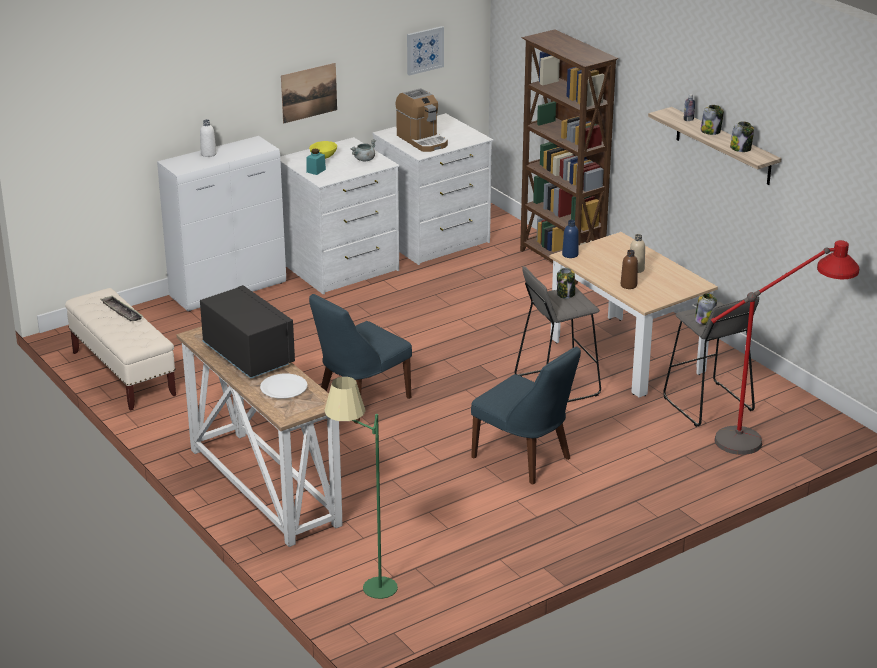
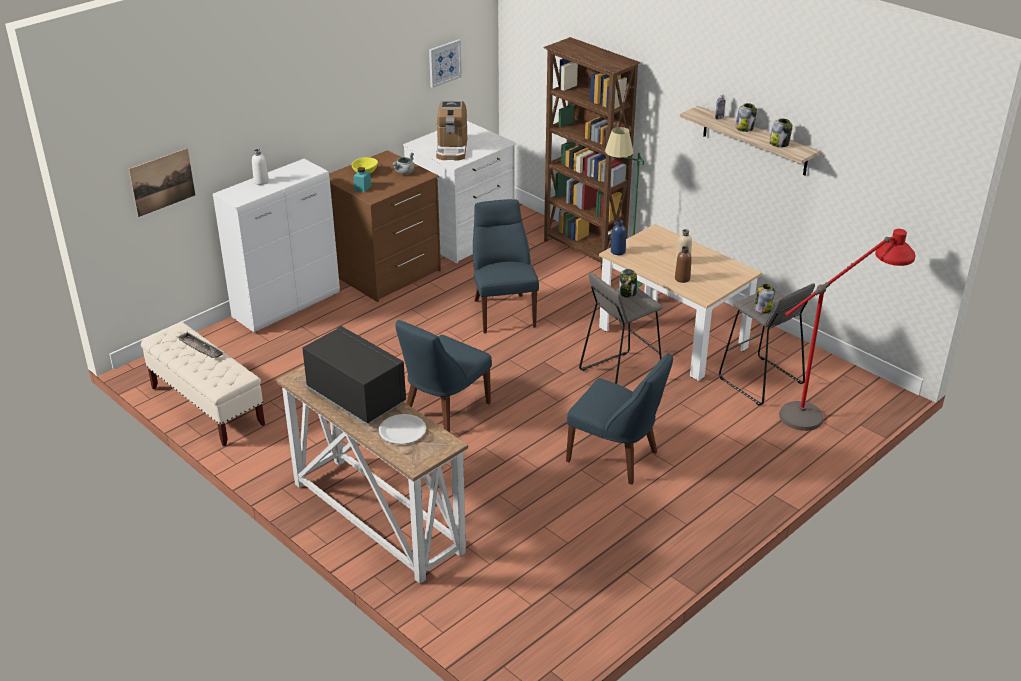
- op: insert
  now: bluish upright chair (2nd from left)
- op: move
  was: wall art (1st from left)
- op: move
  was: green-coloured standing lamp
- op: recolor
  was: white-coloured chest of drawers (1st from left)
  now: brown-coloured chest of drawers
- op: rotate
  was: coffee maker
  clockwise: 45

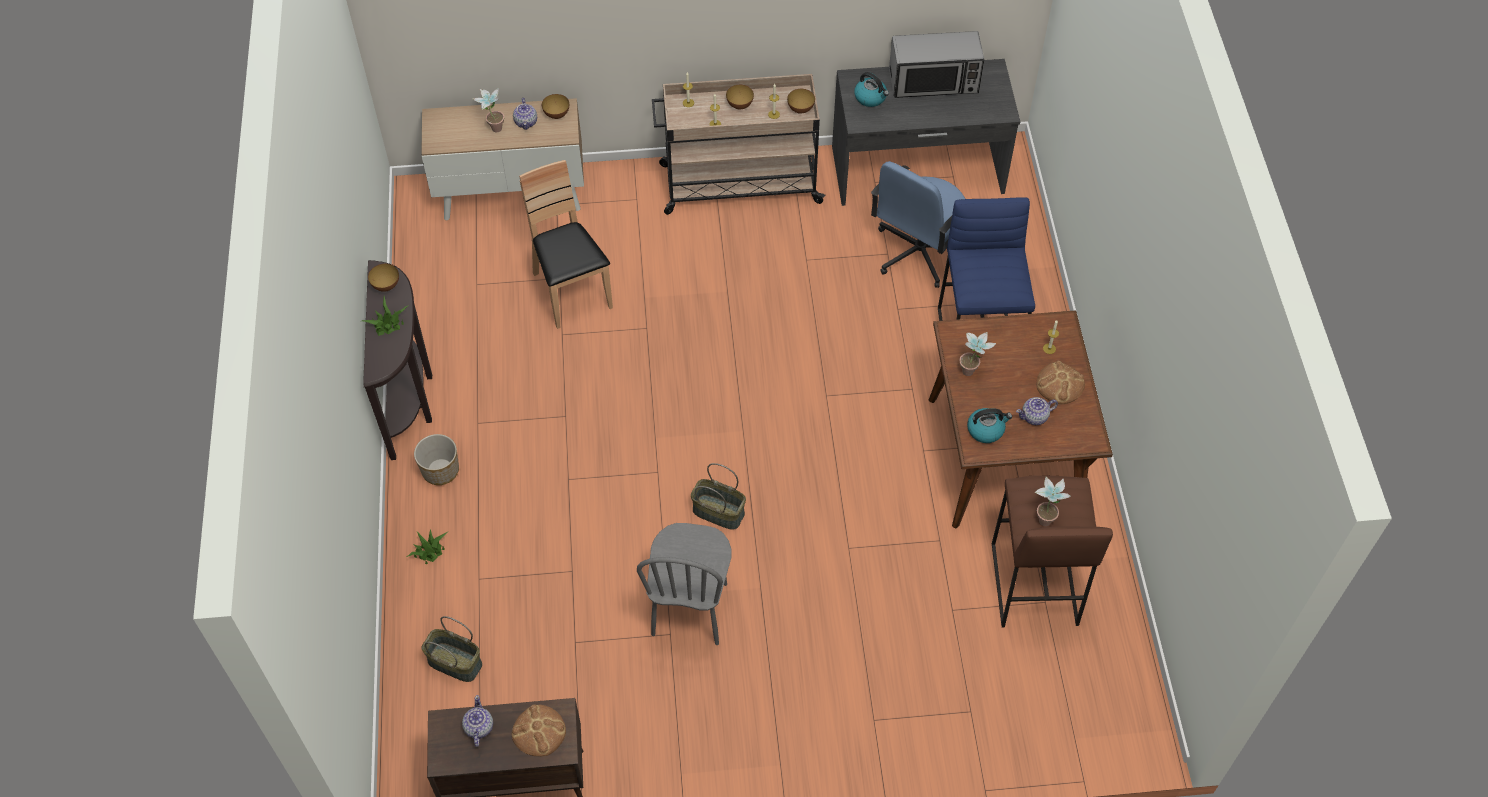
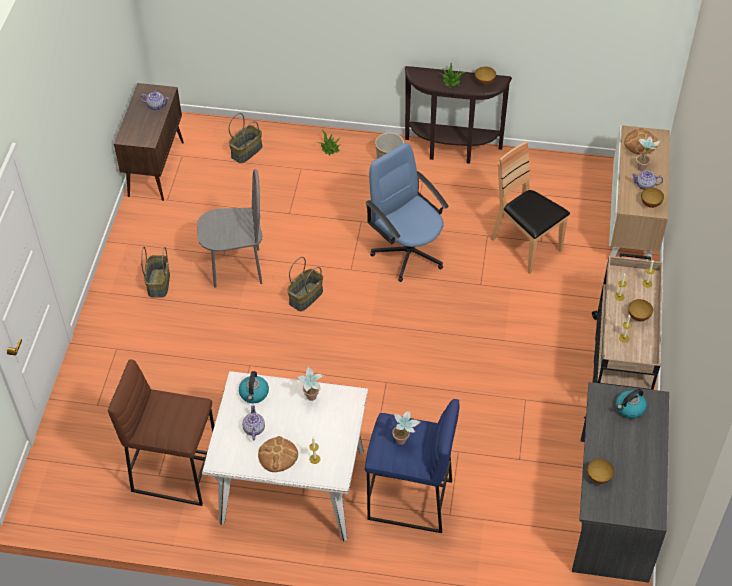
- op: delete
  was: microwave oven
- op: insert
  now: basket (1st from left)
- op: move
  was: bread (1st from left in the first image)
  now: bread (2nd from left)
- op: move
  was: bowl (4th from left in the first image)
  now: bowl (2nd from left)
- op: move
  was: bluish desk chair
- op: move
  was: plant in a pot (5th from left in the first image)
  now: plant in a pot (3rd from left)
- op: recolor
  was: brown-coloured kitchen table
  now: white-coloured kitchen table
- op: rotate
  was: brown-coloured upright chair
  clockwise: -120
- op: rotate
  was: greyish upright chair
  clockwise: 150

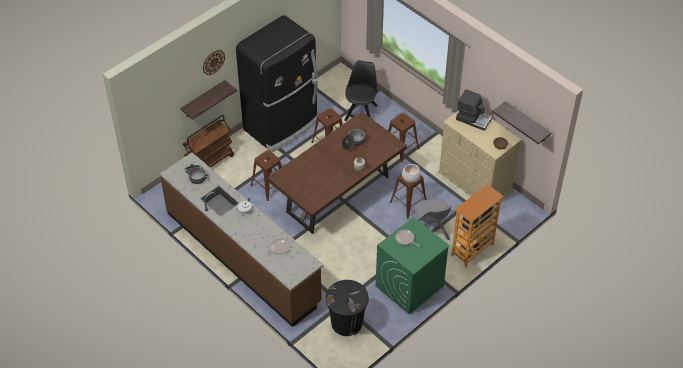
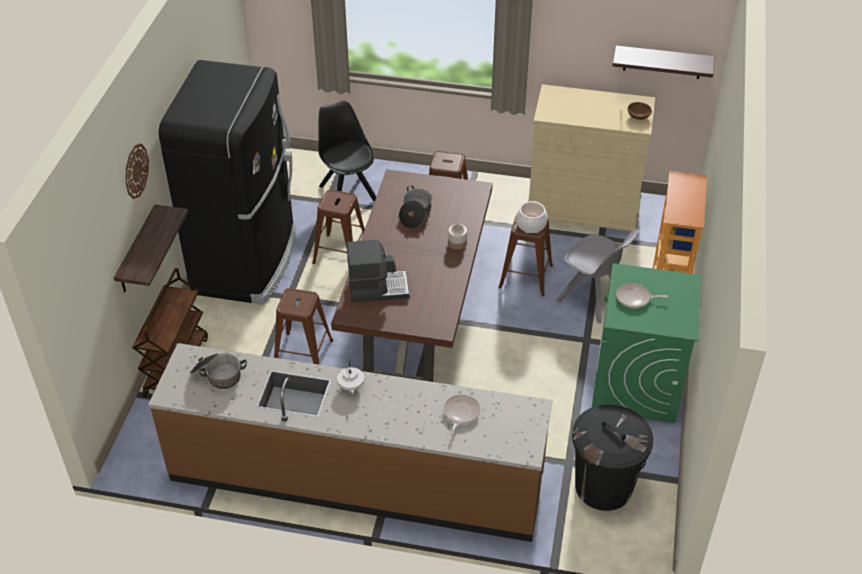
- op: move
  was: coffee maker

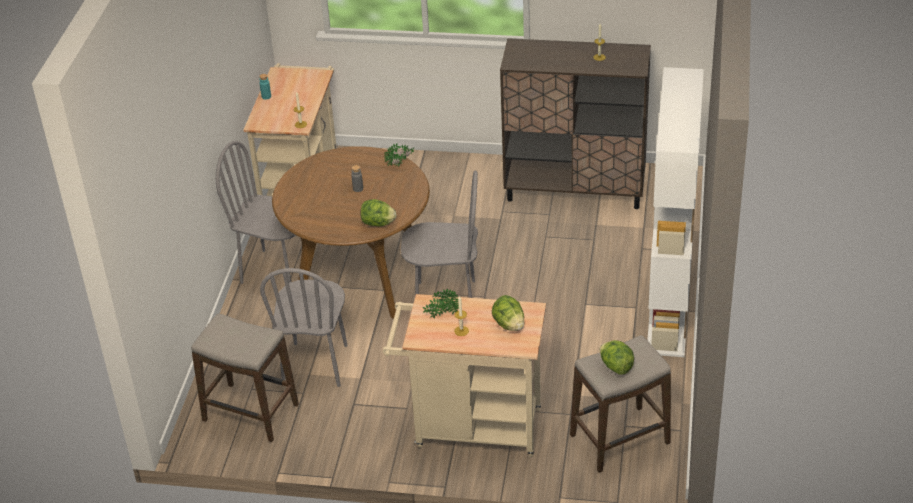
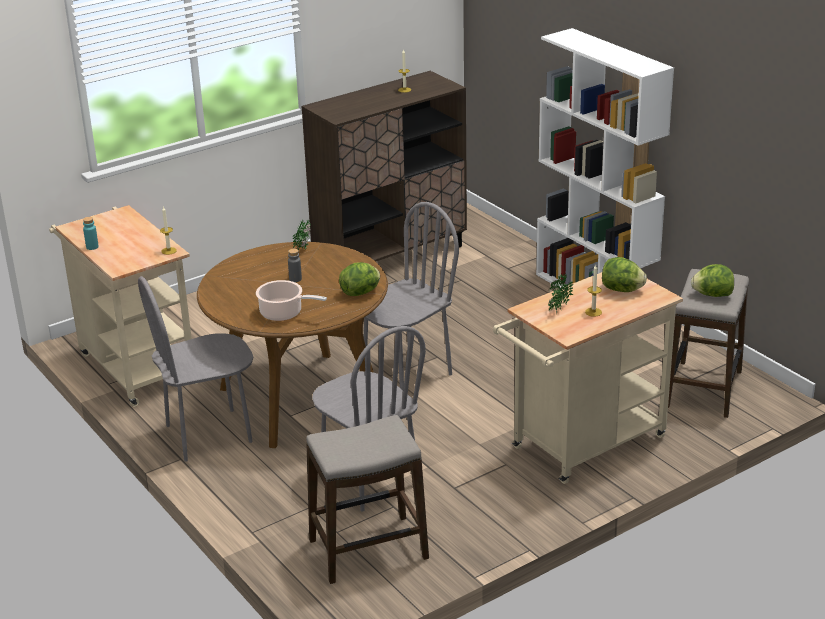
- op: insert
  now: stockpot

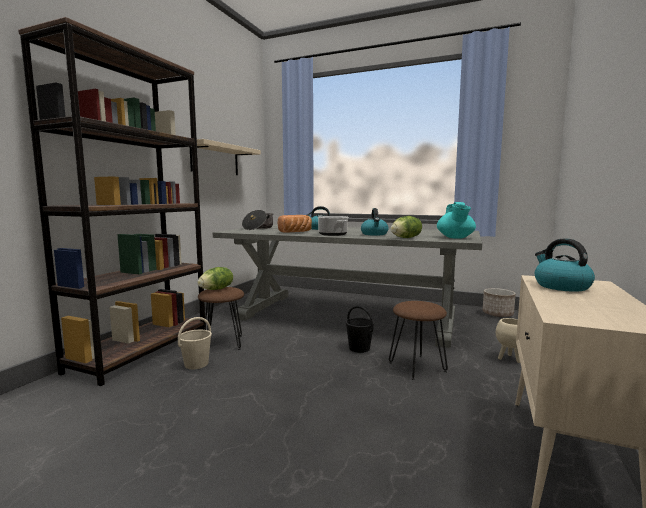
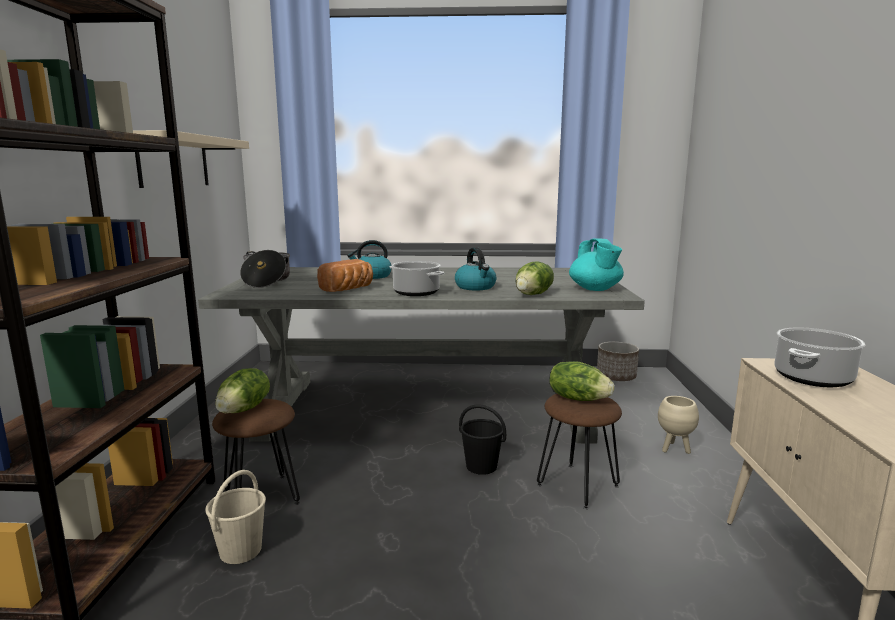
- op: insert
  now: lettuce (3rd from left)
- op: replace
  was: kettle (3rd from left)
  now: stockpot (3rd from left)

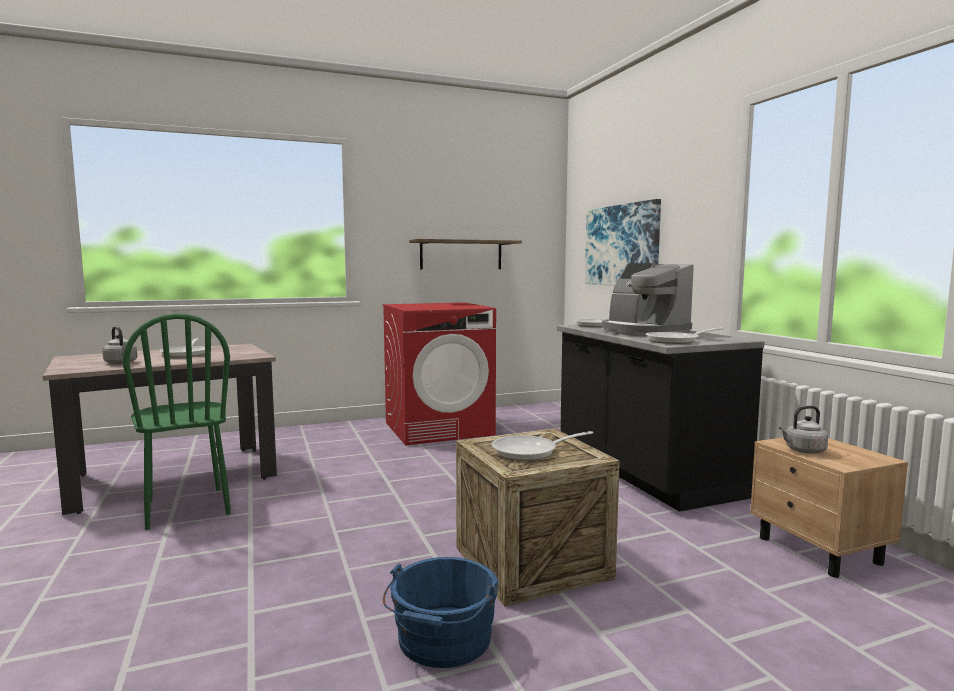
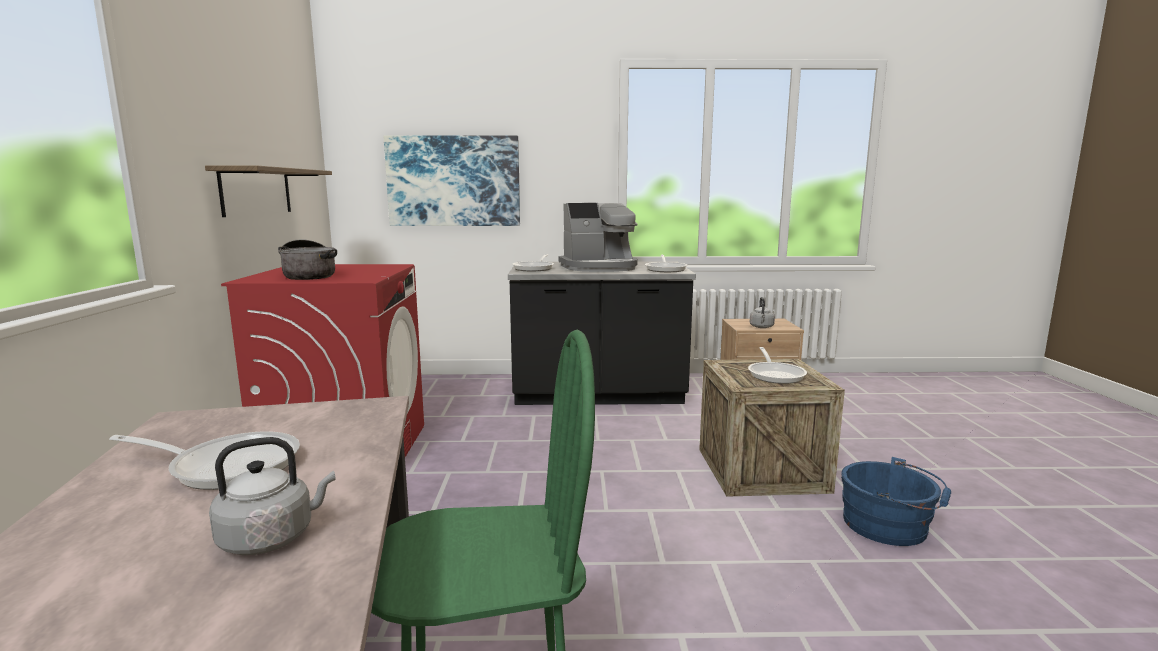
- op: insert
  now: stockpot

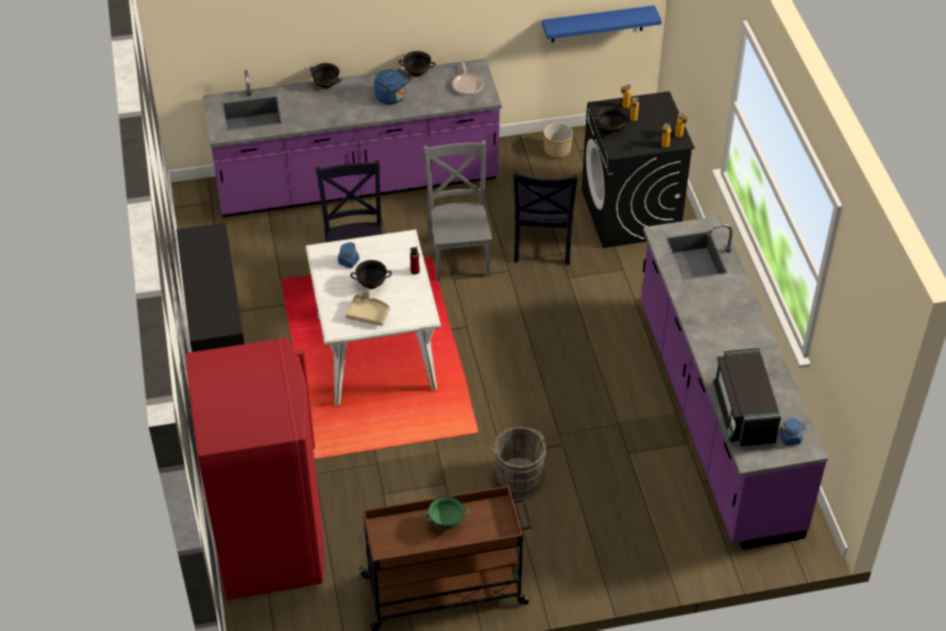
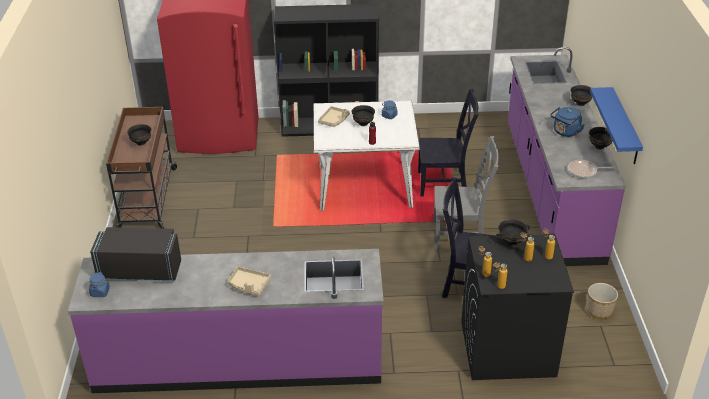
- op: delete
  was: greyish bucket
- op: insert
  now: sand-coloured carrying tray (1st from left)
- op: move
  was: bluish shelf
- op: recolor
  was: green-coloured bowl
  now: black bowl (1st from left)

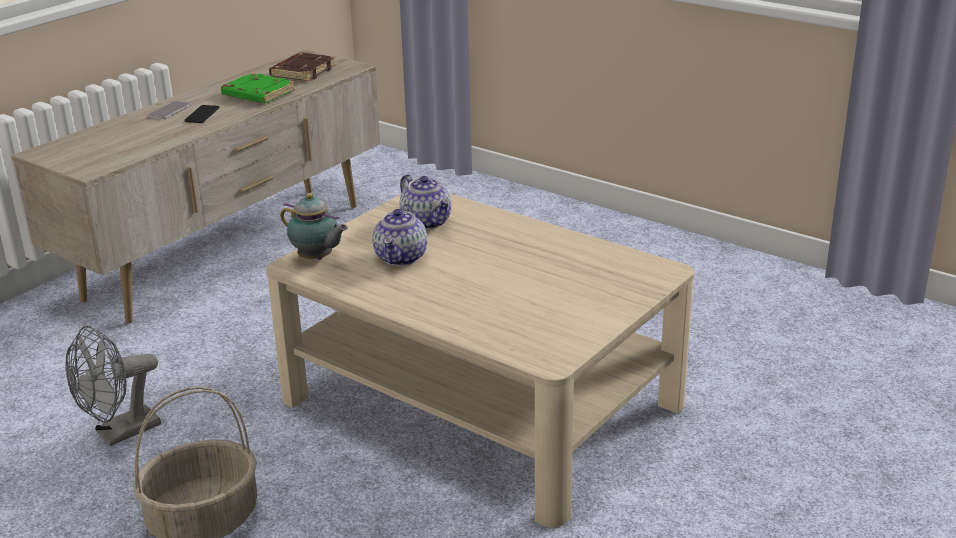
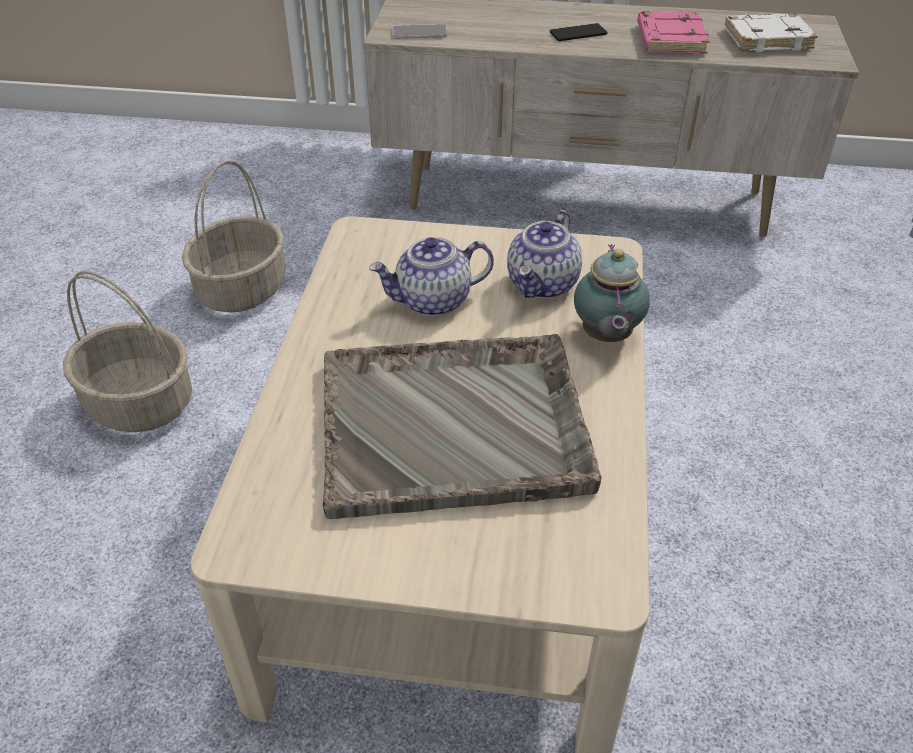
- op: insert
  now: greyish carrying tray
- op: move
  was: telephone (1st from left)
- op: move
  was: teapot (1st from left in the first image)
  now: teapot (3rd from left)
- op: replace
  was: greyish fan
  now: basket (2nd from left)
- op: recolor
  was: green-coloured bound book
  now: pinkish bound book
- op: recolor
  was: brown-coloured bound book
  now: white-coloured bound book

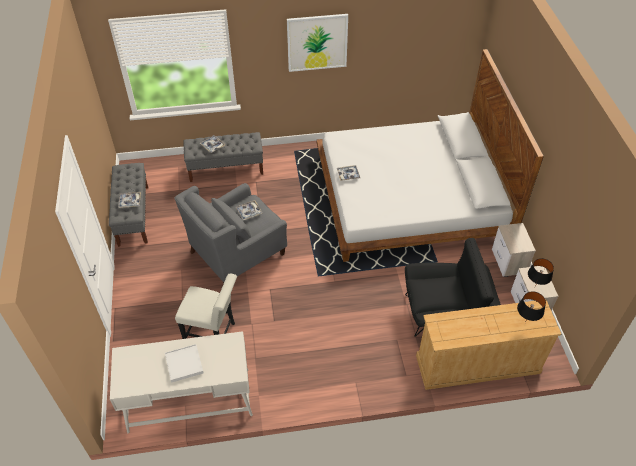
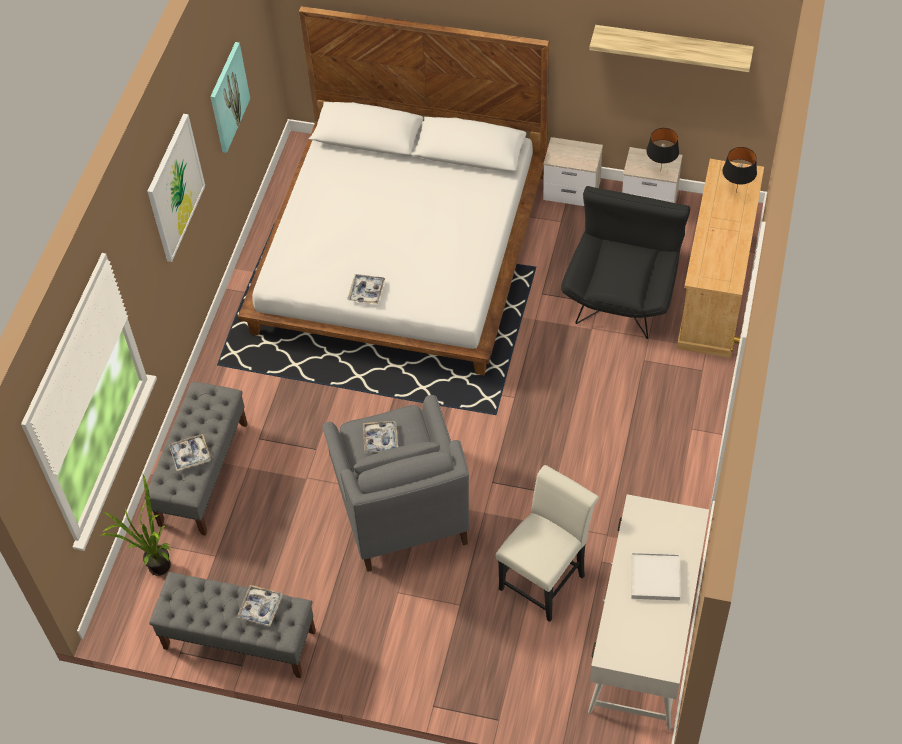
- op: insert
  now: plant in a pot
- op: insert
  now: wall art (2nd from left)
- op: insert
  now: shelf

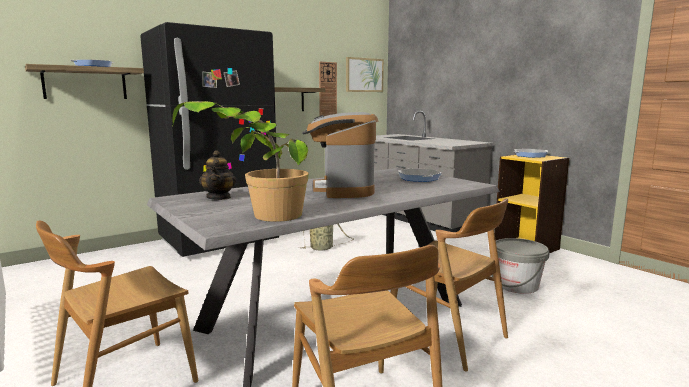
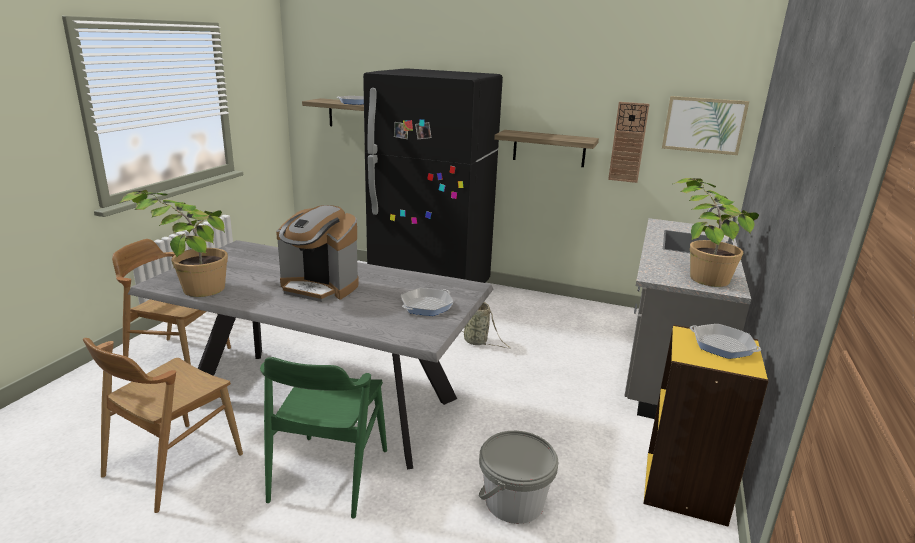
- op: delete
  was: teapot
- op: insert
  now: plant in a pot (2nd from left)
- op: recolor
  was: brown-coloured upright chair (3rd from left)
  now: green-coloured upright chair
- op: rotate
  was: coffee maker
  clockwise: -120

